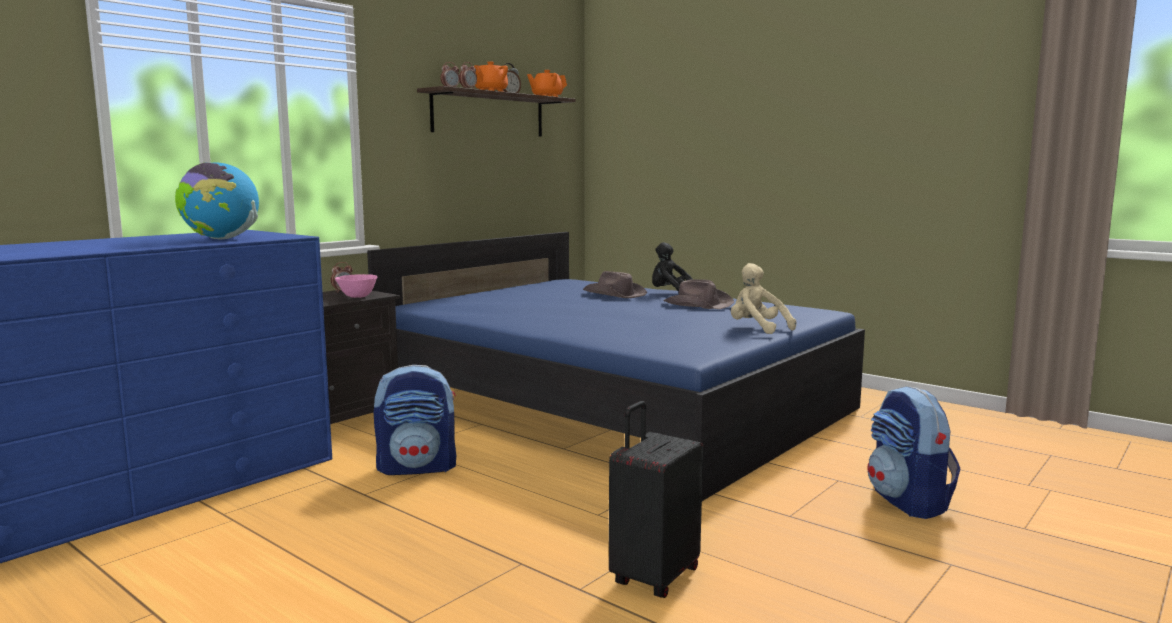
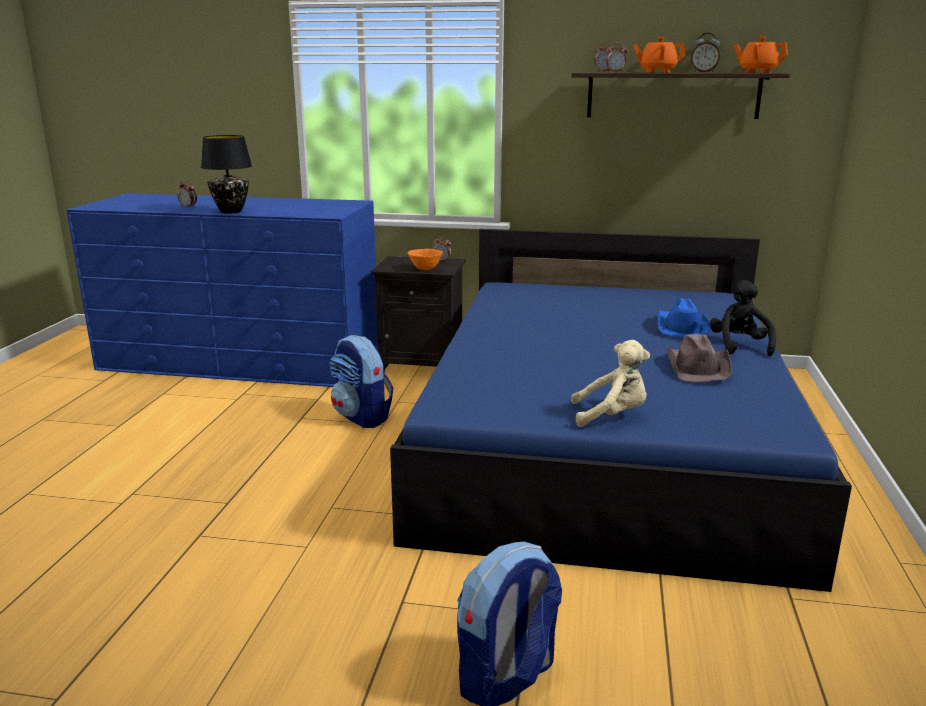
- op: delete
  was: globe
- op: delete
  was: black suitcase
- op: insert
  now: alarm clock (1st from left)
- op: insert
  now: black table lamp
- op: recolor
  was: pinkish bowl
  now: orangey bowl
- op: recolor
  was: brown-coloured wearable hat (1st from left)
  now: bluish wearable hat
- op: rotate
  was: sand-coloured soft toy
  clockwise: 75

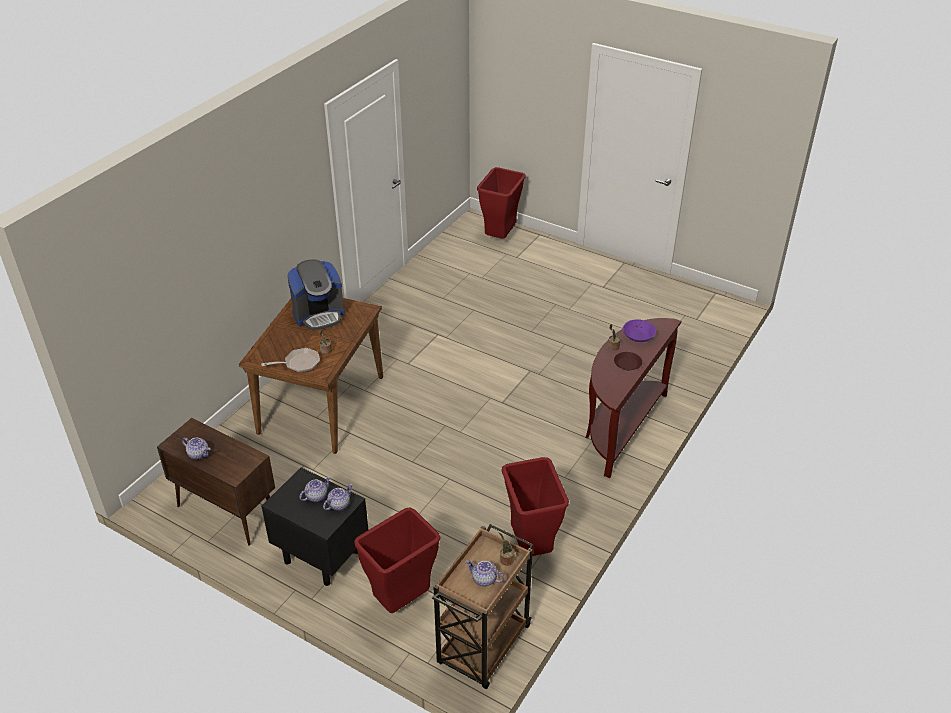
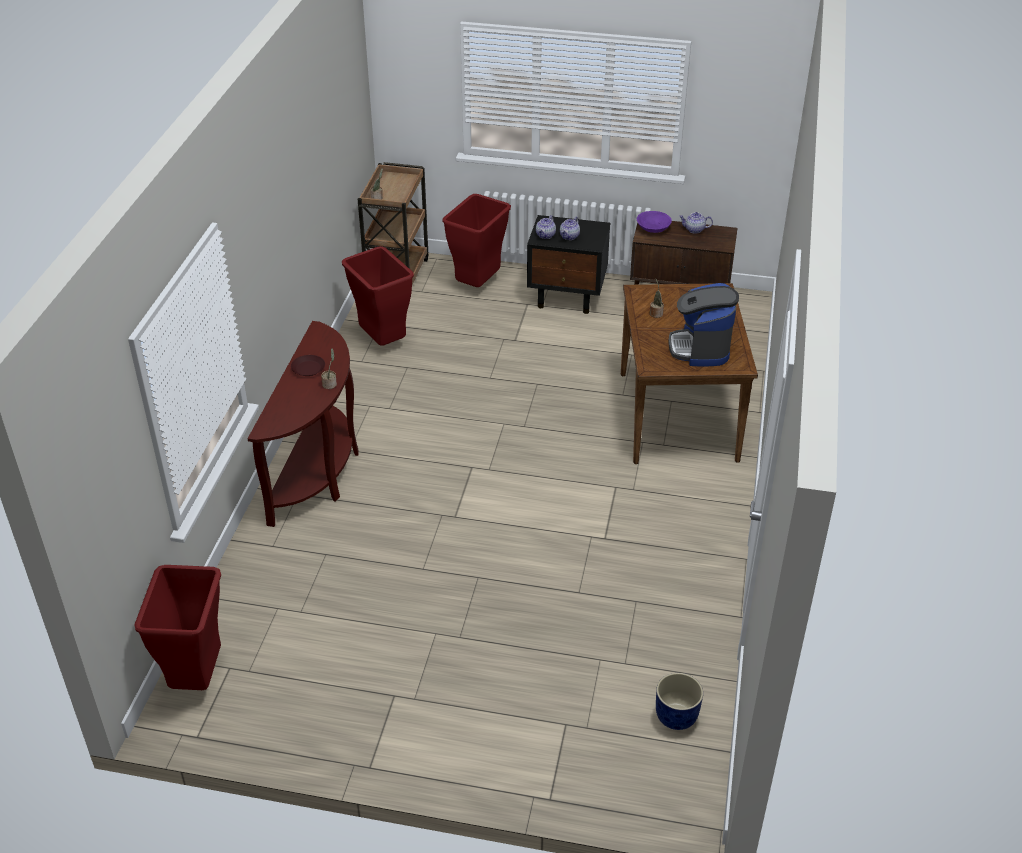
- op: delete
  was: skillet
- op: delete
  was: teapot (4th from left)
- op: insert
  now: bluish plant pot
- op: move
  was: red-coloured rubbish bin (2nd from left in the first image)
  now: red-coloured rubbish bin (1st from left)
- op: move
  was: purple bowl
- op: rotate
  was: coffee maker
  clockwise: -45

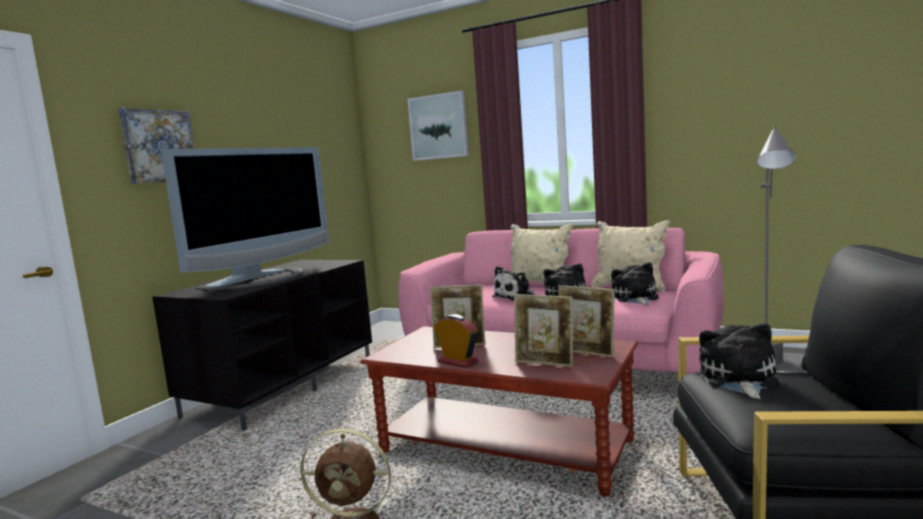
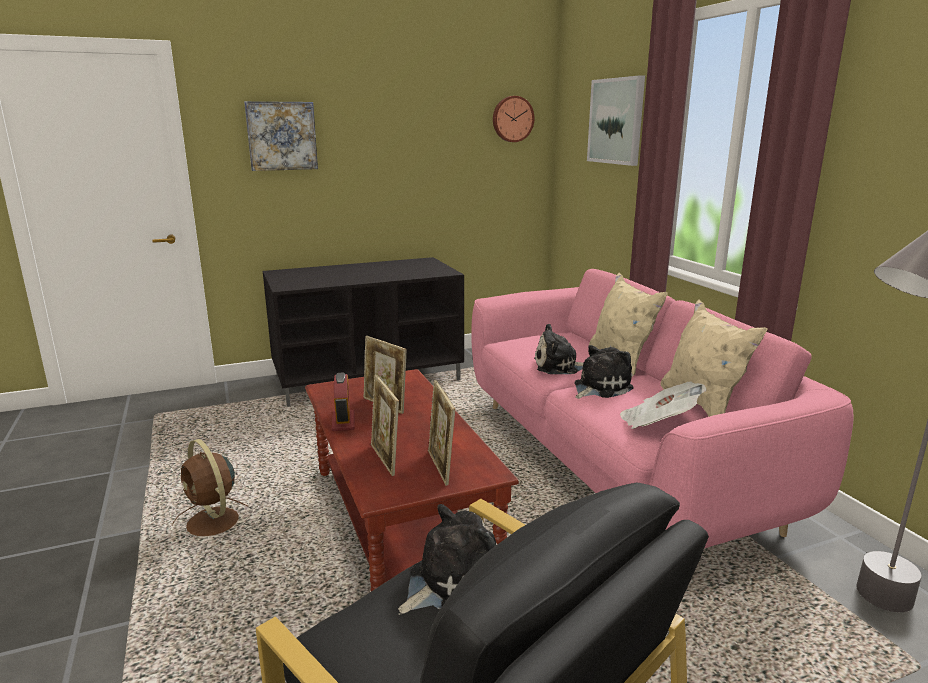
- op: delete
  was: TV
- op: insert
  now: clock on the wall
- op: replace
  was: soft toy (3rd from left)
  now: daily paper

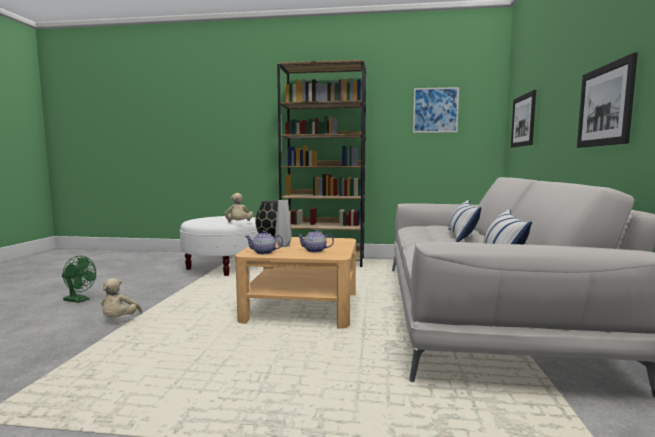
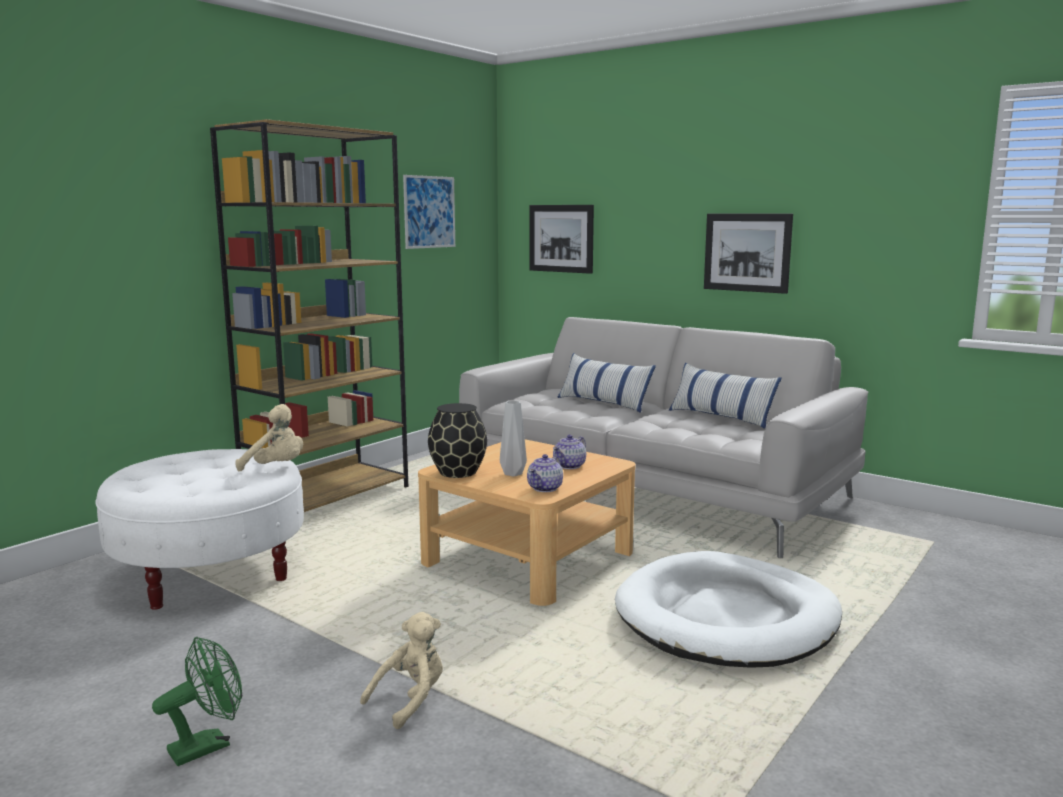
- op: insert
  now: white-coloured dog bed
- op: rotate
  was: sand-coloured soft toy (1st from left in the first image)
  clockwise: -75

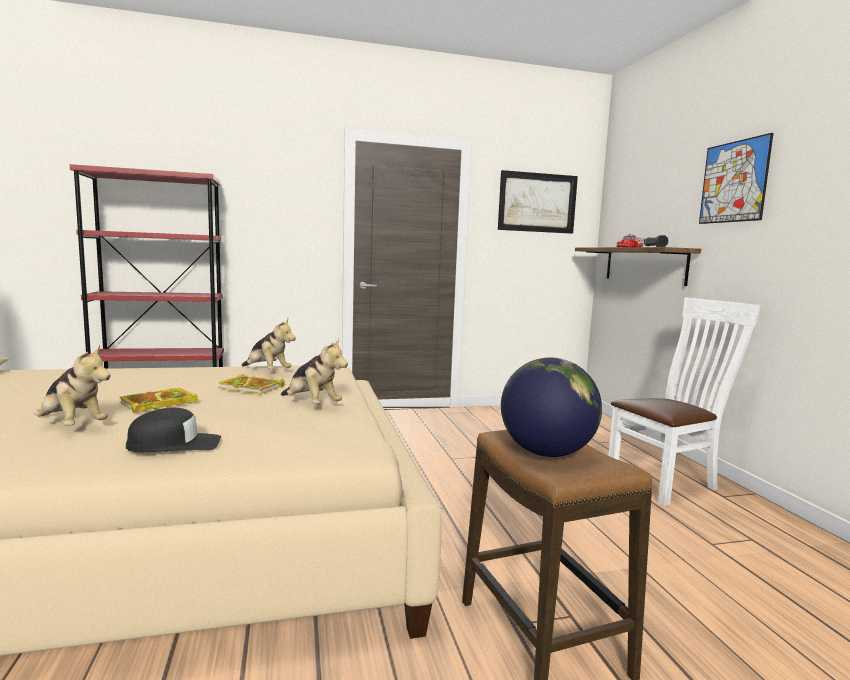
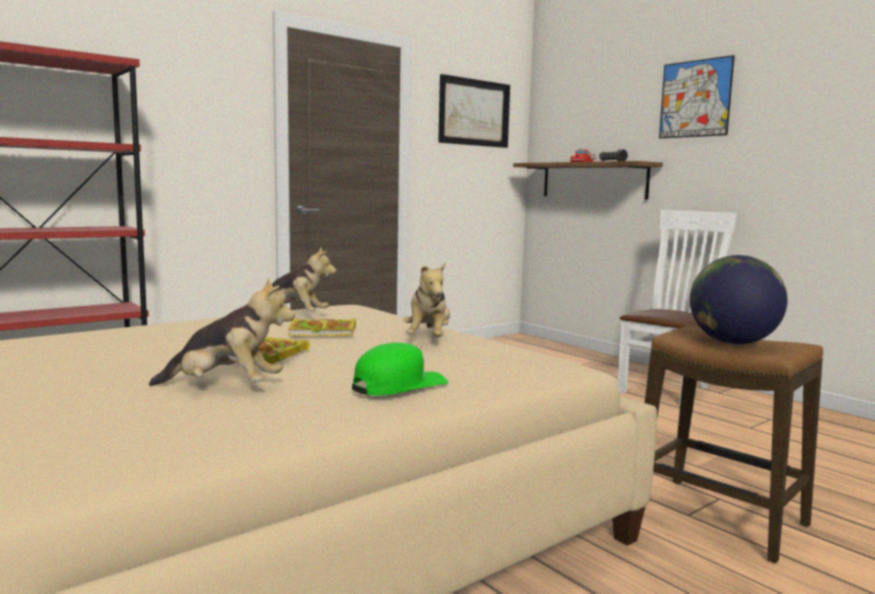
- op: recolor
  was: black peaked cap
  now: green-coloured peaked cap
- op: rotate
  was: soft toy (3rd from left)
  clockwise: 75

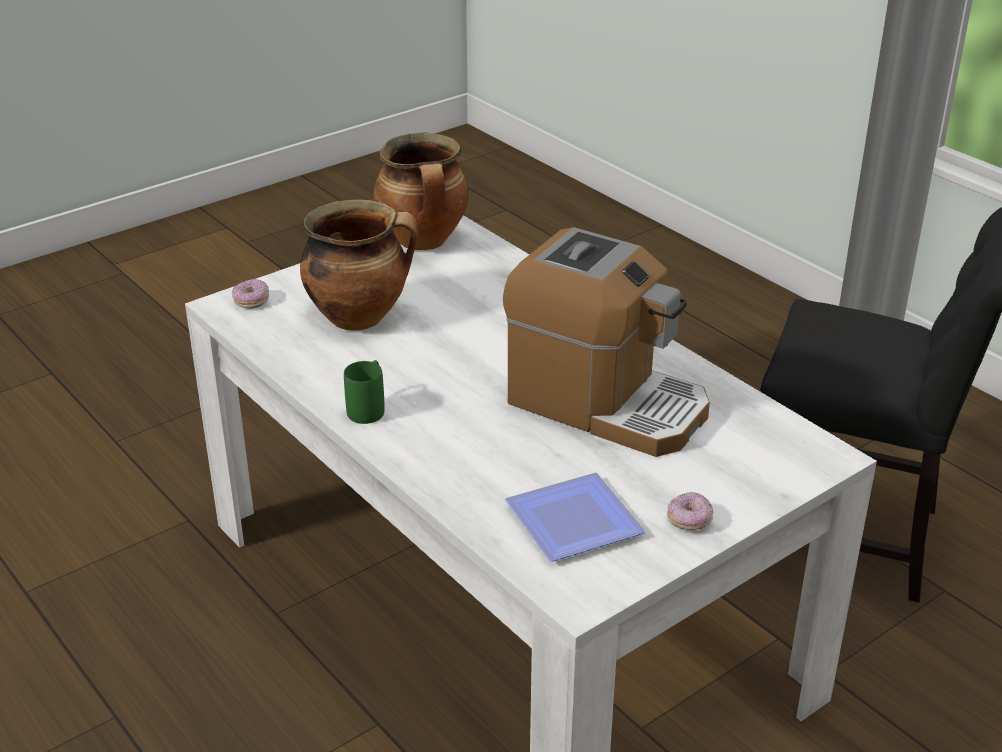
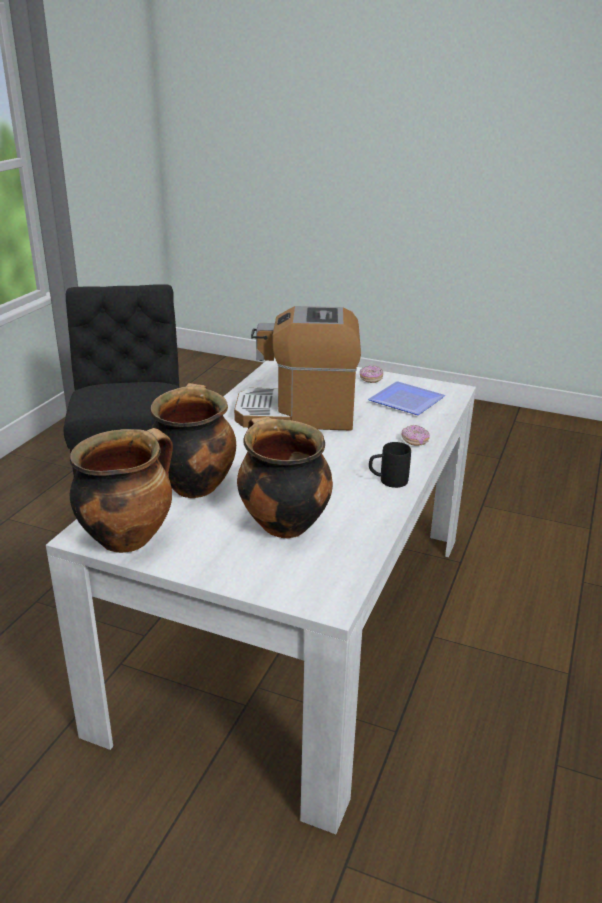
- op: insert
  now: stockpot (2nd from left)
- op: move
  was: donut (1st from left in the first image)
  now: donut (2nd from left)
- op: recolor
  was: green-coloured coffee mug
  now: black coffee mug
- op: rotate
  was: coffee maker
  clockwise: -90

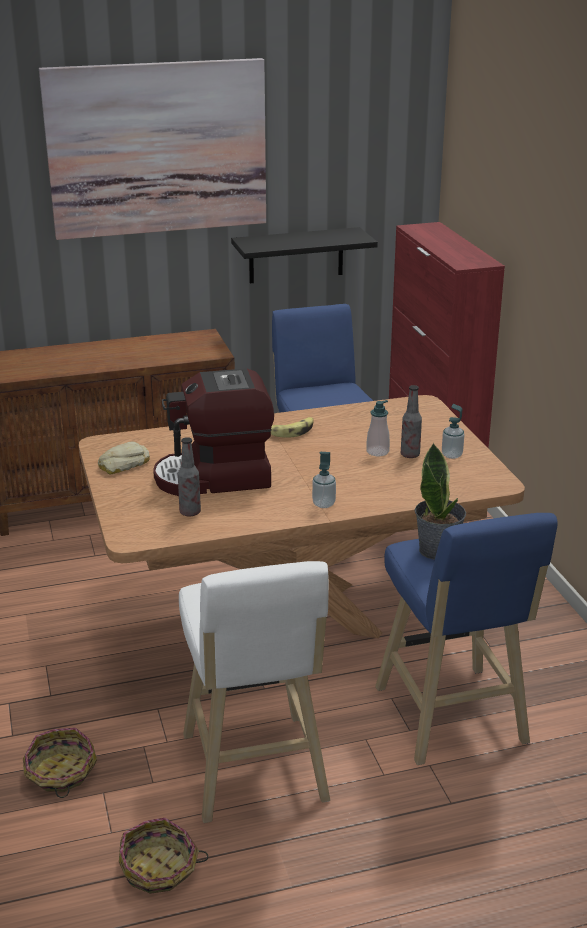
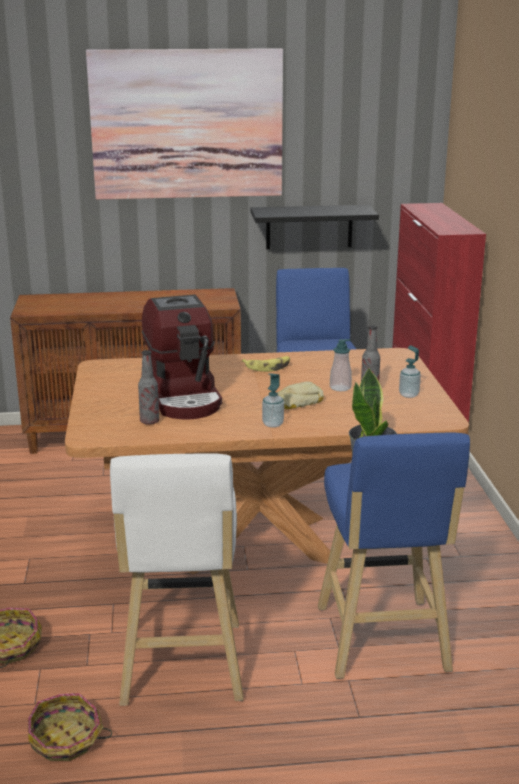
- op: move
  was: bread
- op: rotate
  was: coffee maker
  clockwise: -105

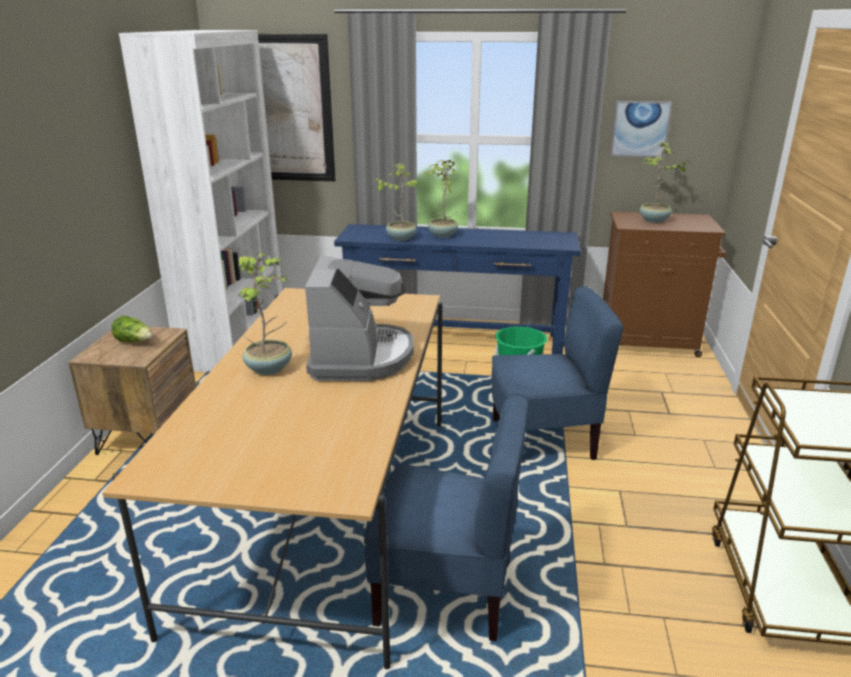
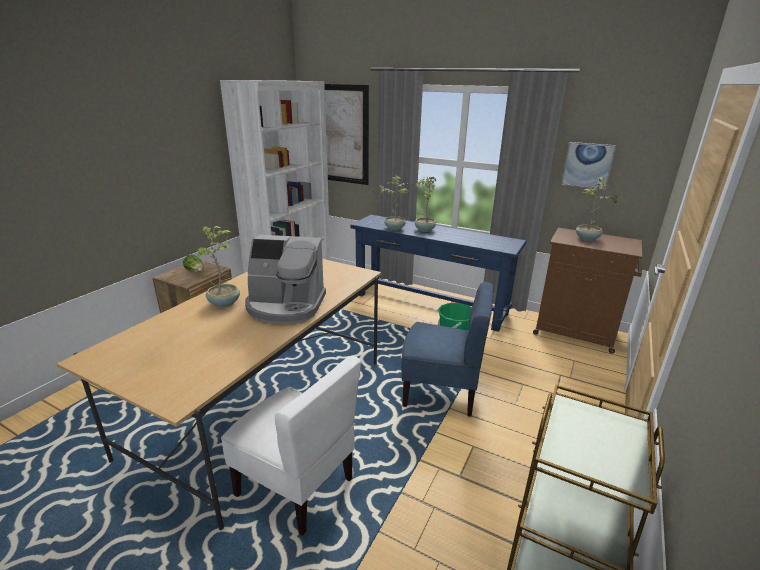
- op: recolor
  was: bluish upright chair (1st from left)
  now: white-coloured upright chair
- op: rotate
  was: coffee maker
  clockwise: 75

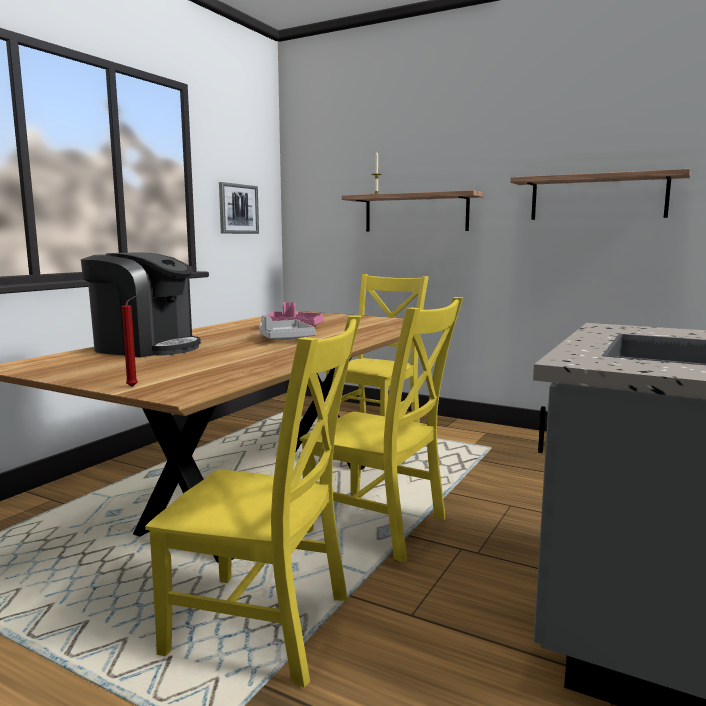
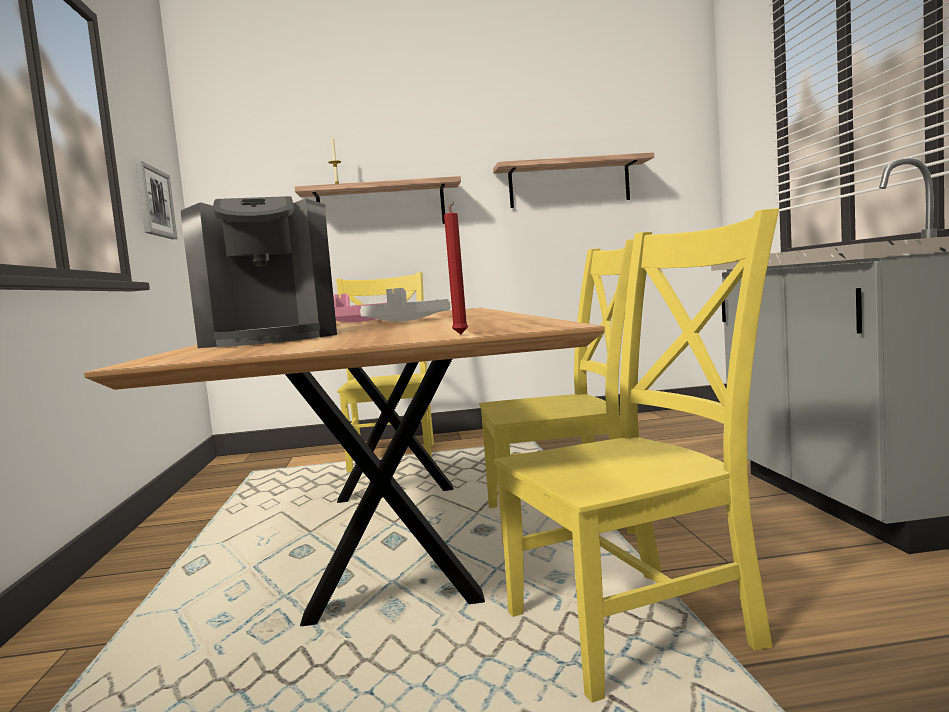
- op: rotate
  was: coffee maker
  clockwise: 90

